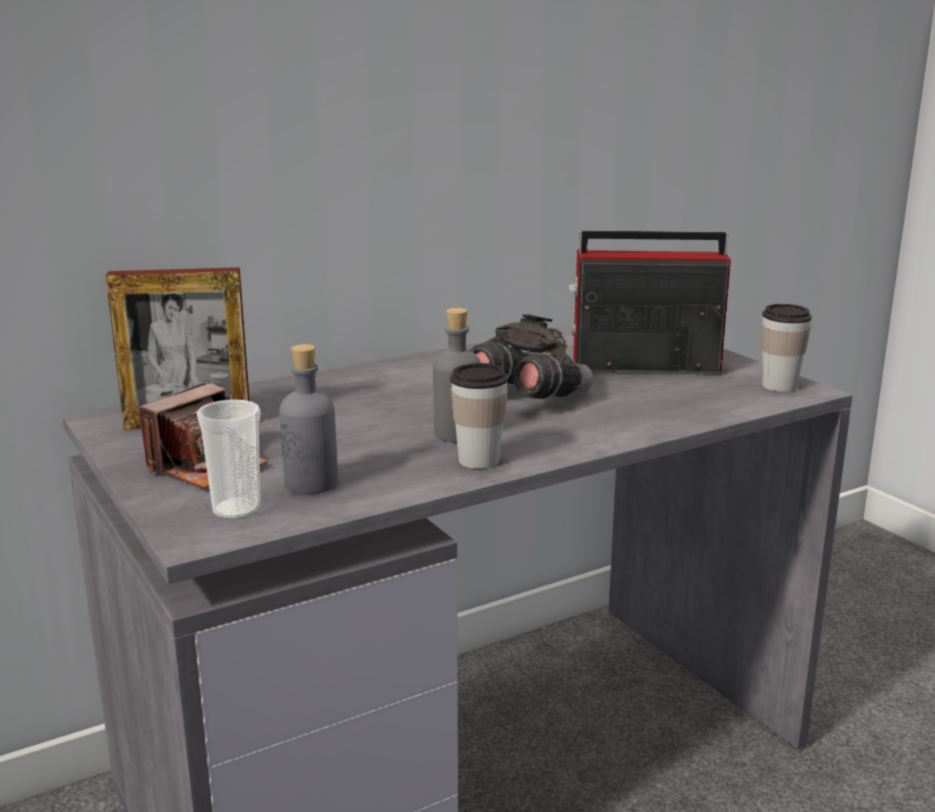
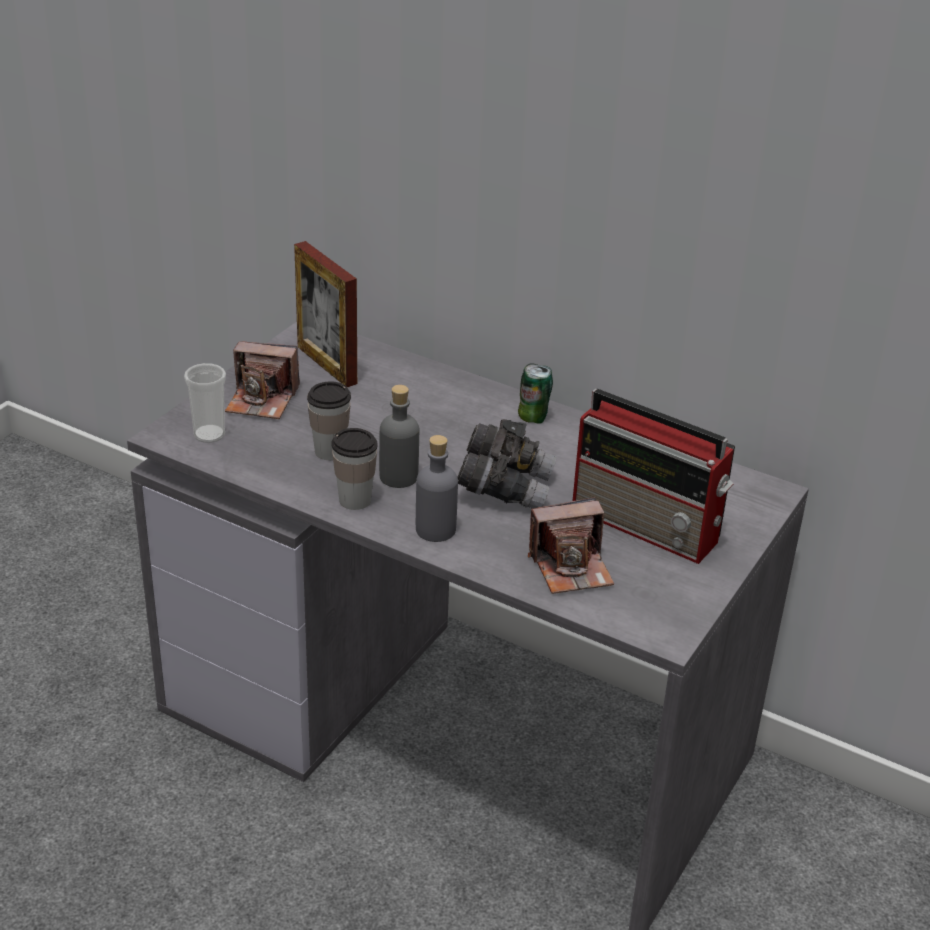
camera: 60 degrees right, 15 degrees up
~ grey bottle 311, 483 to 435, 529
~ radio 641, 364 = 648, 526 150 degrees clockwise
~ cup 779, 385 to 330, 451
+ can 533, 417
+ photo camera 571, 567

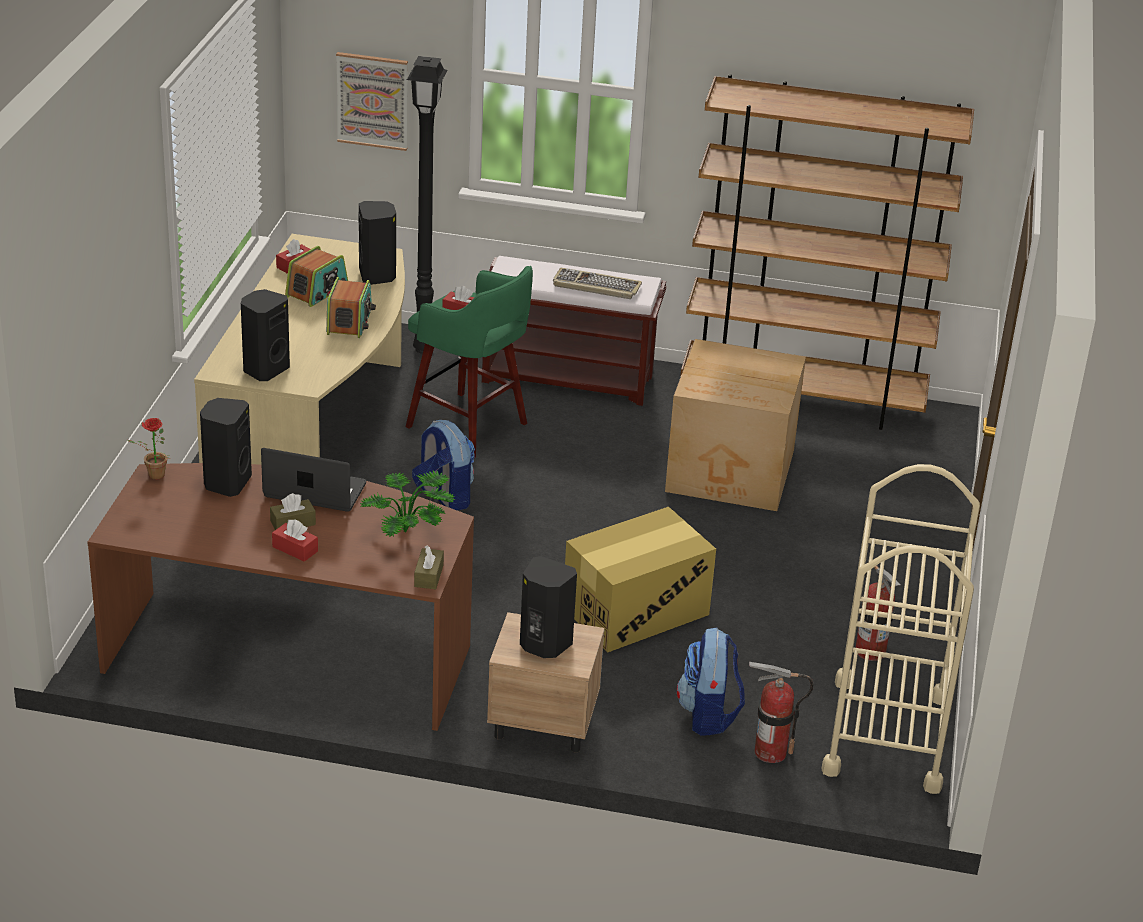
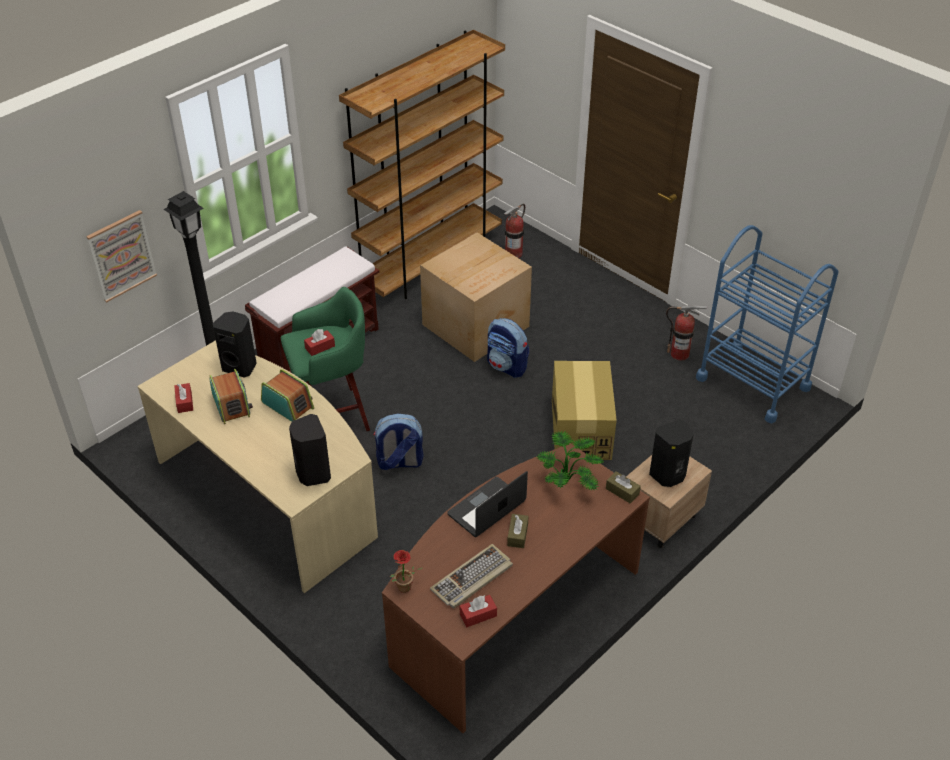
camera: 55 degrees left, 10 degrees up
- black speaker 226, 483
~ red tissue box 295, 549 to 478, 615
~ keyboard 595, 286 to 472, 579
~ backpack 708, 715 to 507, 366
~ fire extinguisher 770, 752 to 513, 254
~ beige cart 887, 734 to blue cart 753, 383

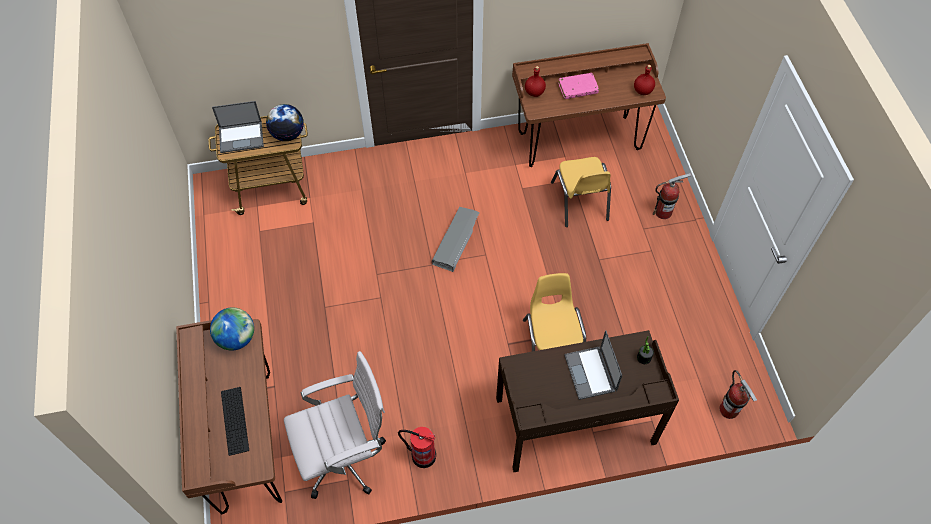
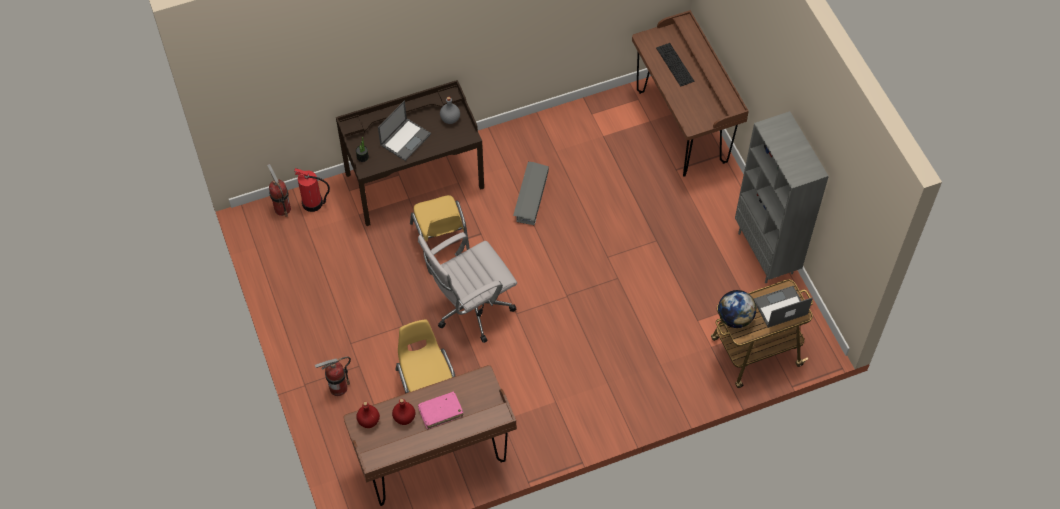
camera: 170 degrees right, 0 degrees up
- globe 237, 338
~ white office chair 346, 457 to 470, 310
~ fire extinguisher 423, 455 to 313, 203
~ grey storage box 456, 241 to 530, 196
~ red bottle 535, 92 to 404, 418
~ laptop 590, 373 = 405, 139 60 degrees clockwise
+ grey bottle 450, 119
+ grey bookcase 766, 253

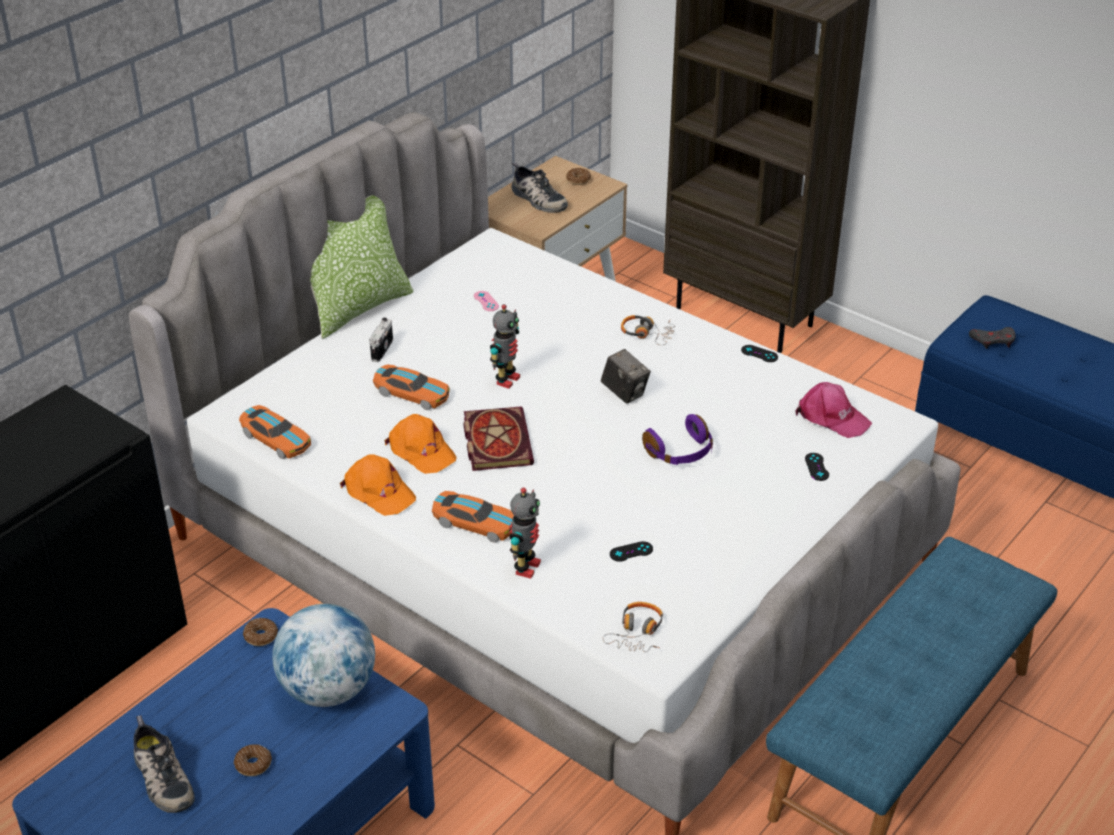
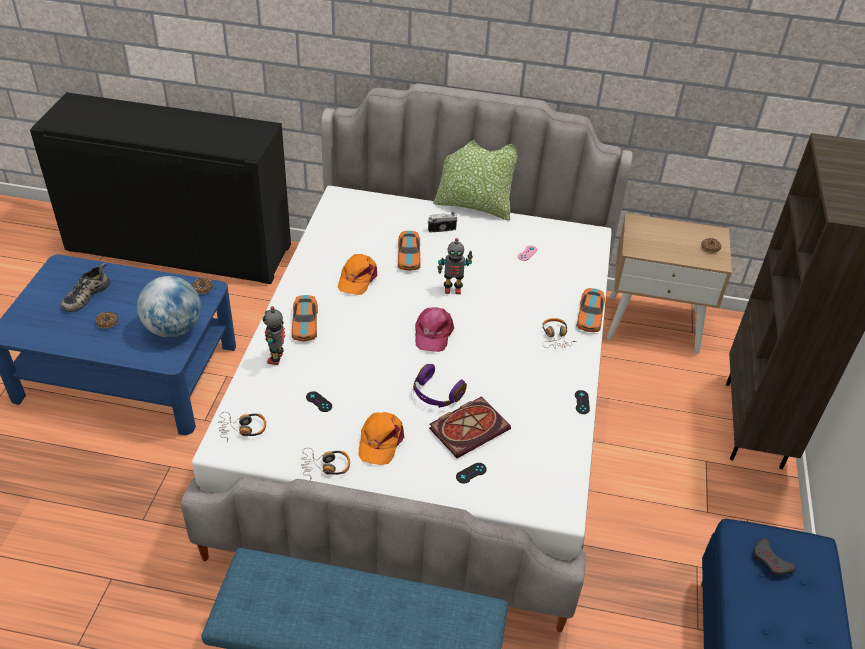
camera: 60 degrees right, 5 degrees up
~ toy car 276, 439 to 590, 315
~ orange cap 378, 492 to 380, 441
~ book 495, 440 to 470, 427
~ toy robot 525, 567 = 277, 358 105 degrees clockwise
- shoe 537, 199
- photo camera 624, 393
~ pink cap 832, 417 to 433, 333
+ headphones 325, 466

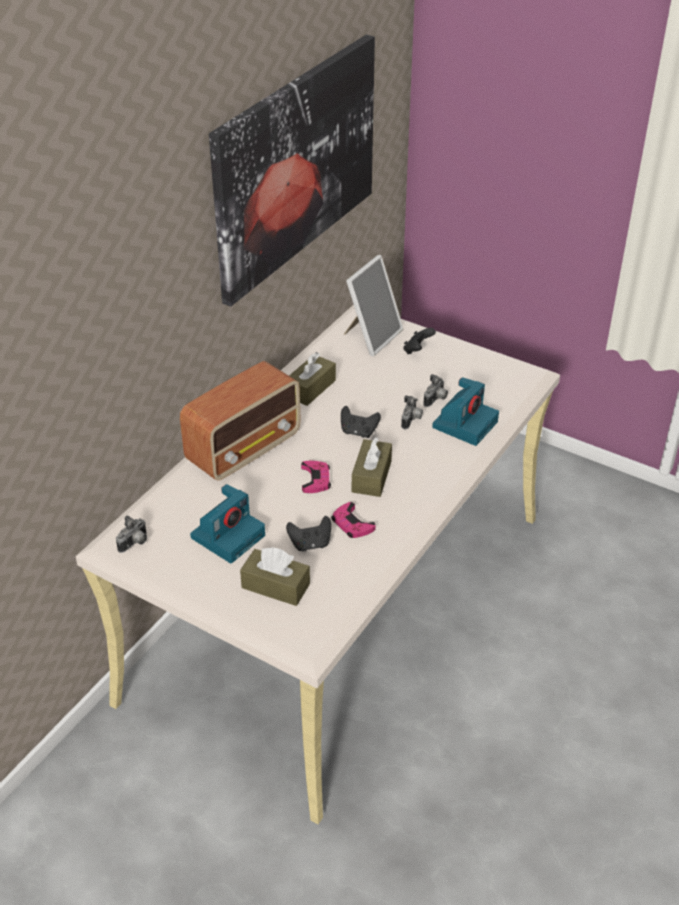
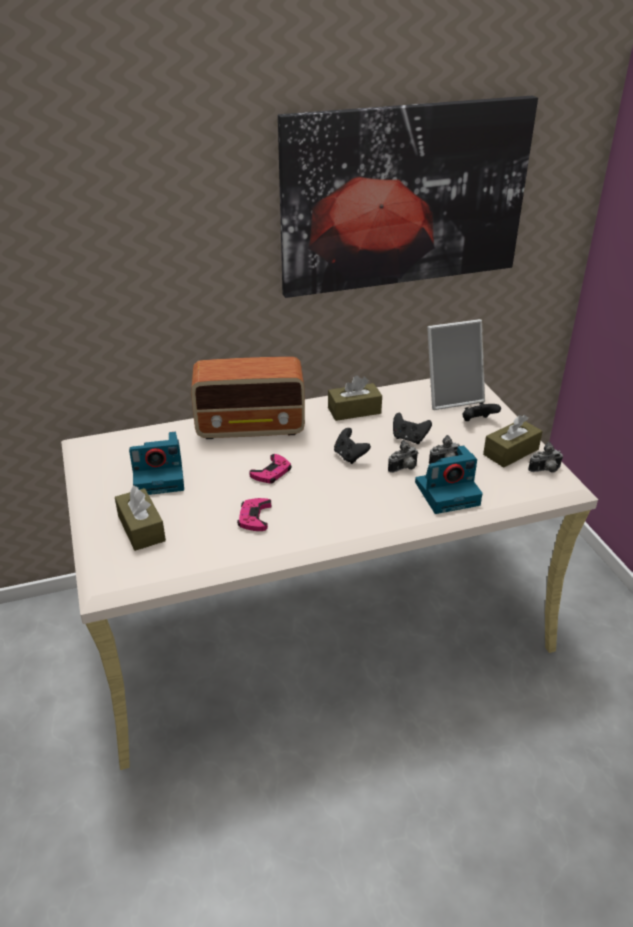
camera: 40 degrees right, 5 degrees down
~ photo camera 135, 543 to 545, 470
~ black game controller 310, 544 to 409, 438
~ brown tissue box 371, 476 to 511, 452

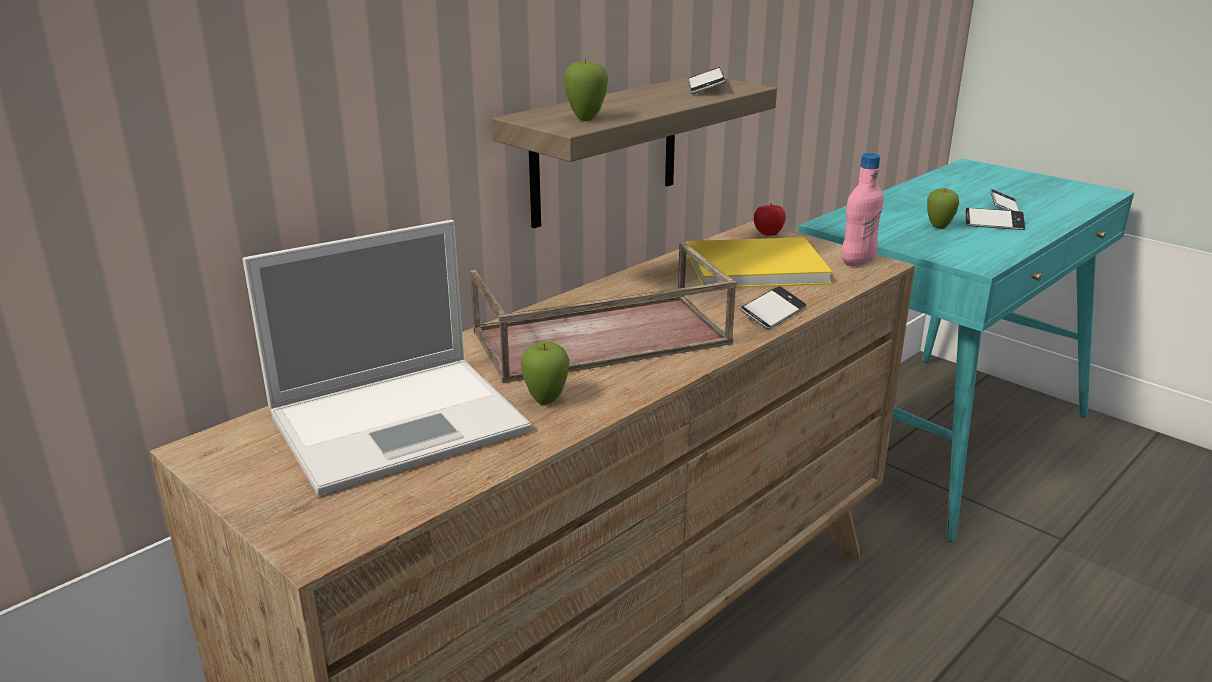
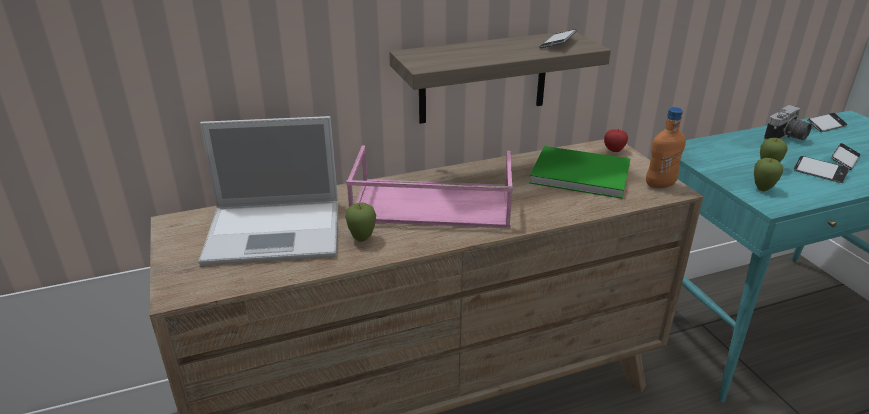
camera: 25 degrees right, 5 degrees up
~ brown tray 599, 339 to pink tray 430, 205
~ apple 586, 119 to 762, 189
~ yellow book 750, 266 to green book 577, 173
~ phone 773, 314 to 826, 126
~ pink bottle 857, 261 to orange bottle 660, 185
+ photo camera 786, 138

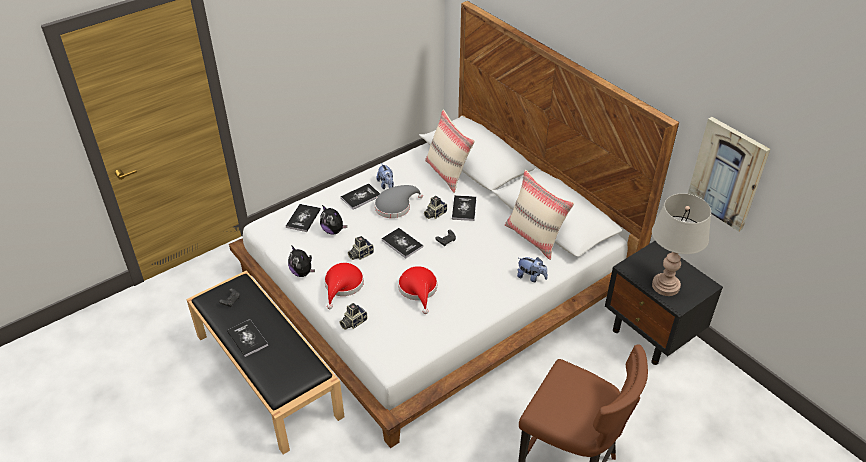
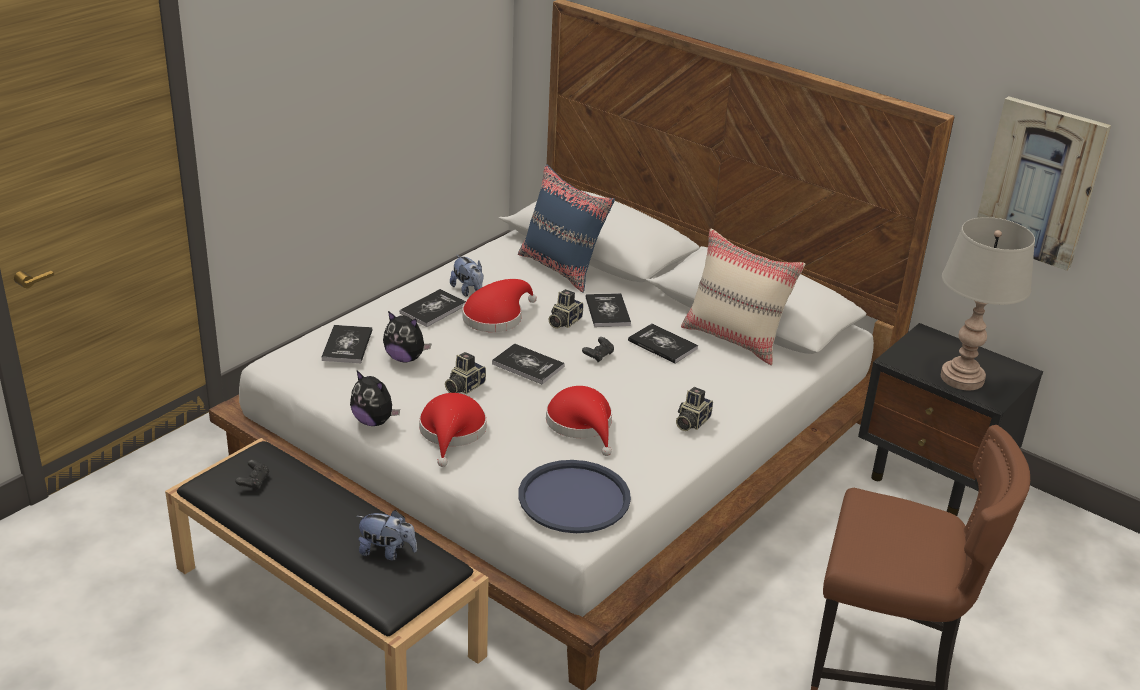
camera: 15 degrees left, 10 degrees down
~ book 247, 338 to 662, 345
~ photo camera 353, 322 to 691, 422
~ grey hat 395, 206 to red hat 496, 317
~ beige pillow 448, 173 to blue pillow 562, 268
~ plush toy 531, 277 to 387, 552
+ blue tray 574, 498

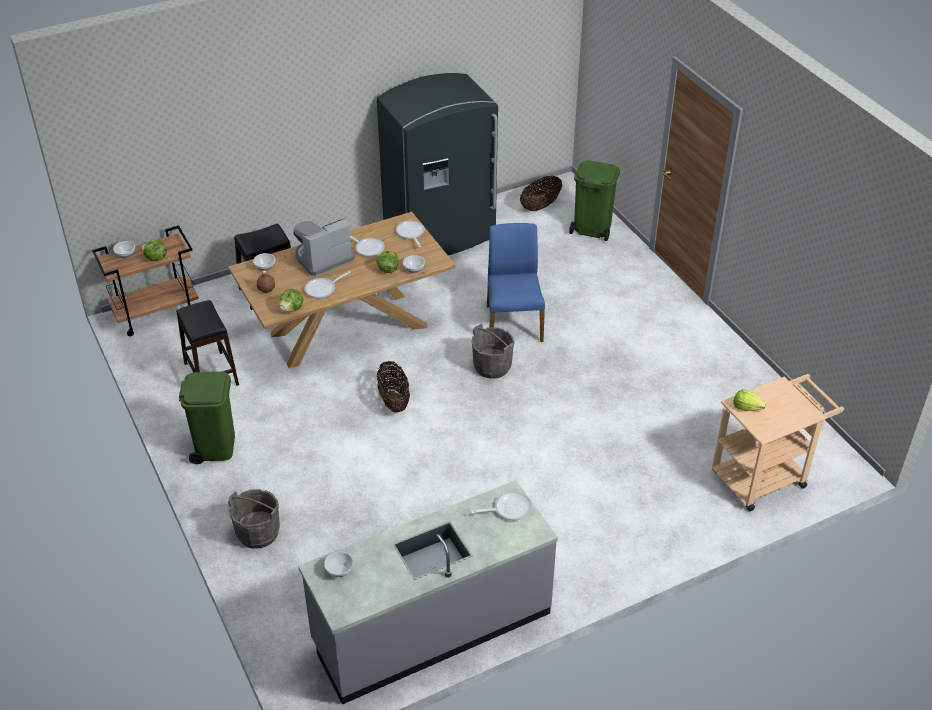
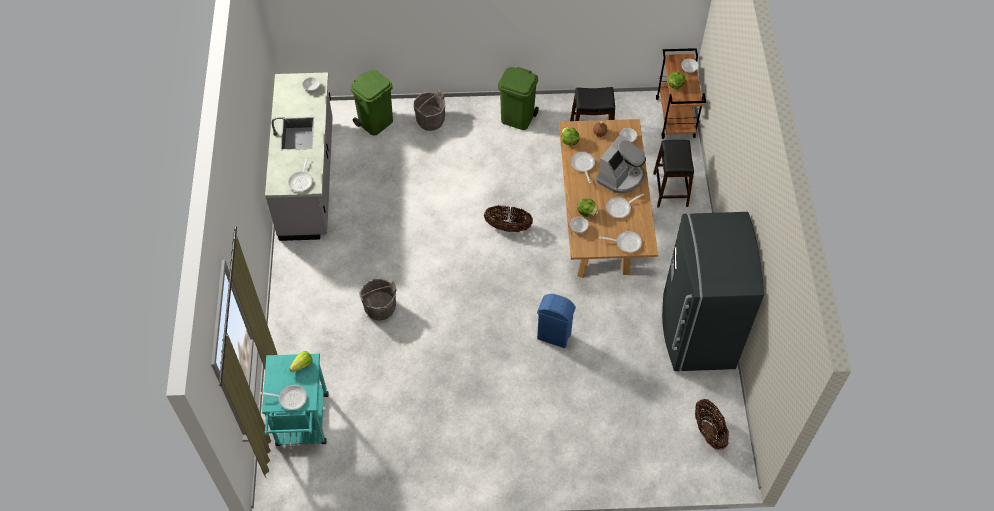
camera: 115 degrees right, 15 degrees up
~ coffee machine 323, 258 = 621, 176 45 degrees clockwise
~ grey bucket 492, 366 to 380, 308
~ blue chair 513, 322 to blue trash can 554, 337
~ green trash can 591, 228 to 376, 122
~ beige cart 765, 475 to turquoise cart 302, 425
+ frying pan 290, 398

